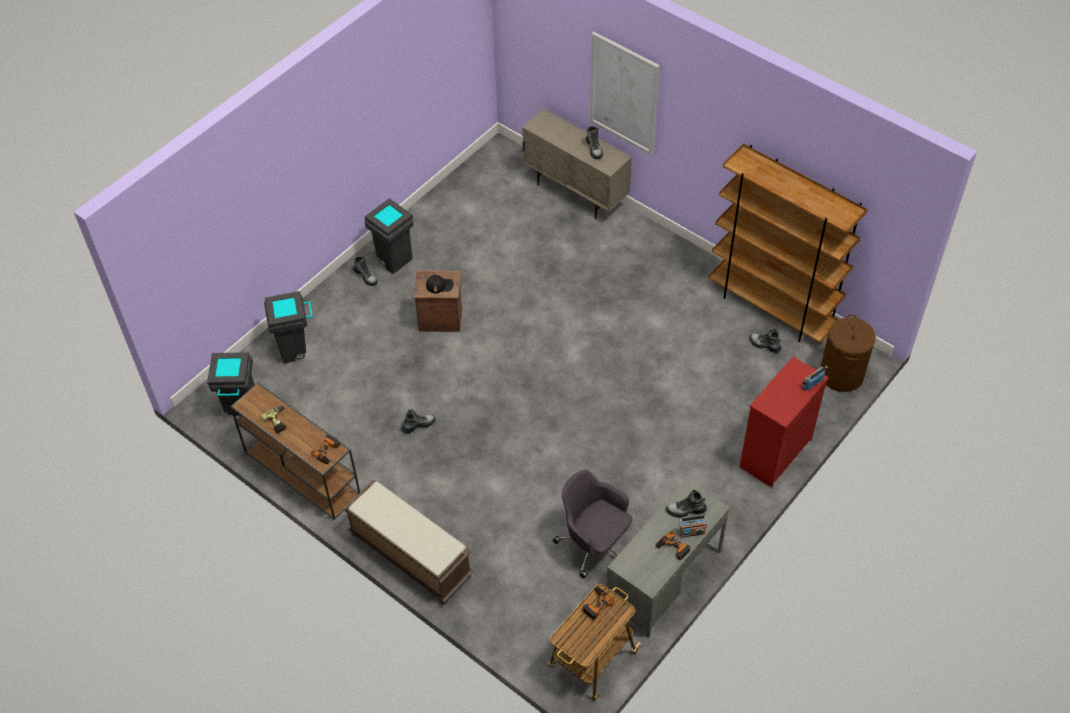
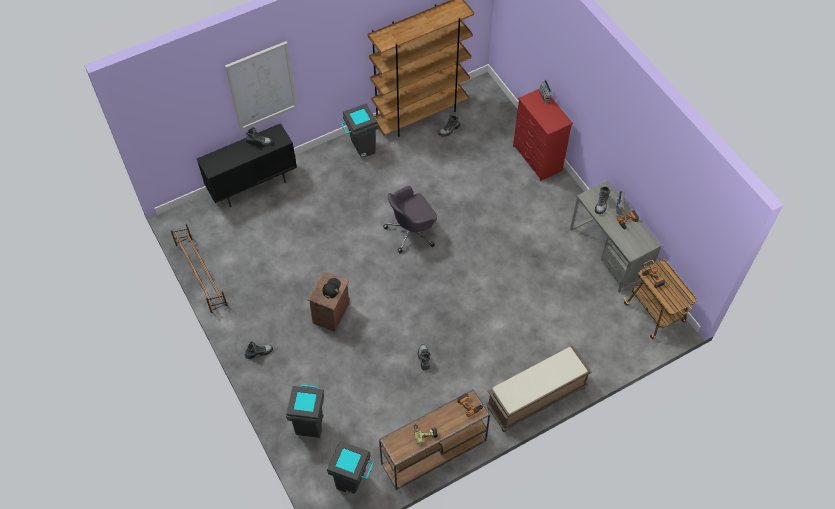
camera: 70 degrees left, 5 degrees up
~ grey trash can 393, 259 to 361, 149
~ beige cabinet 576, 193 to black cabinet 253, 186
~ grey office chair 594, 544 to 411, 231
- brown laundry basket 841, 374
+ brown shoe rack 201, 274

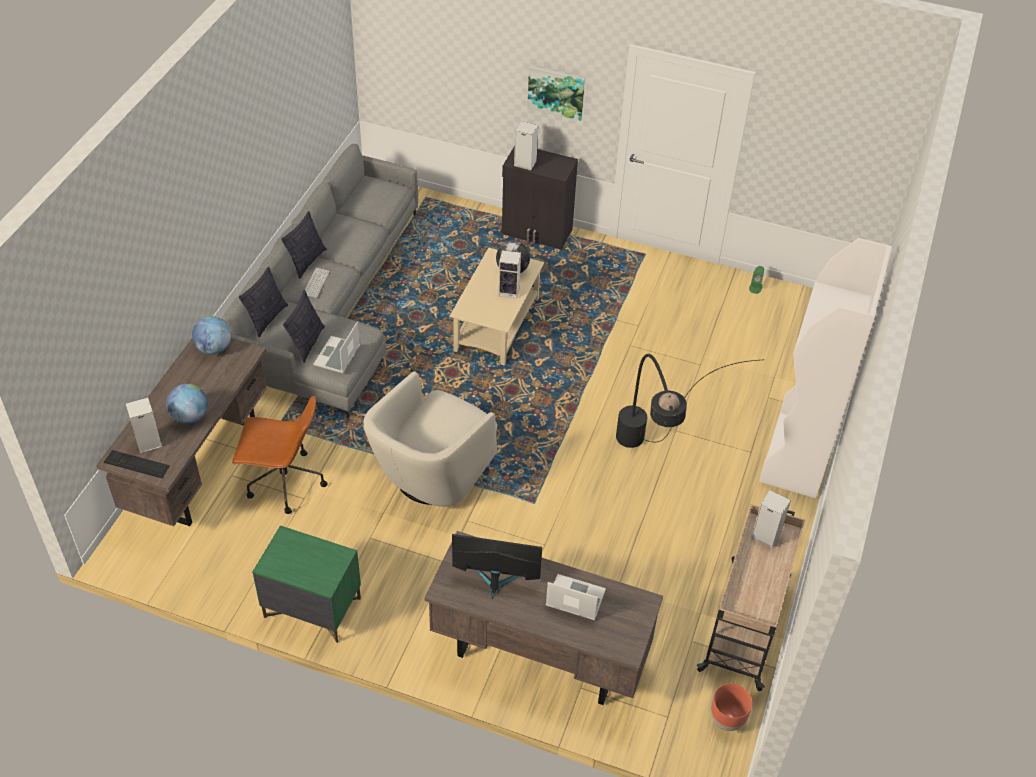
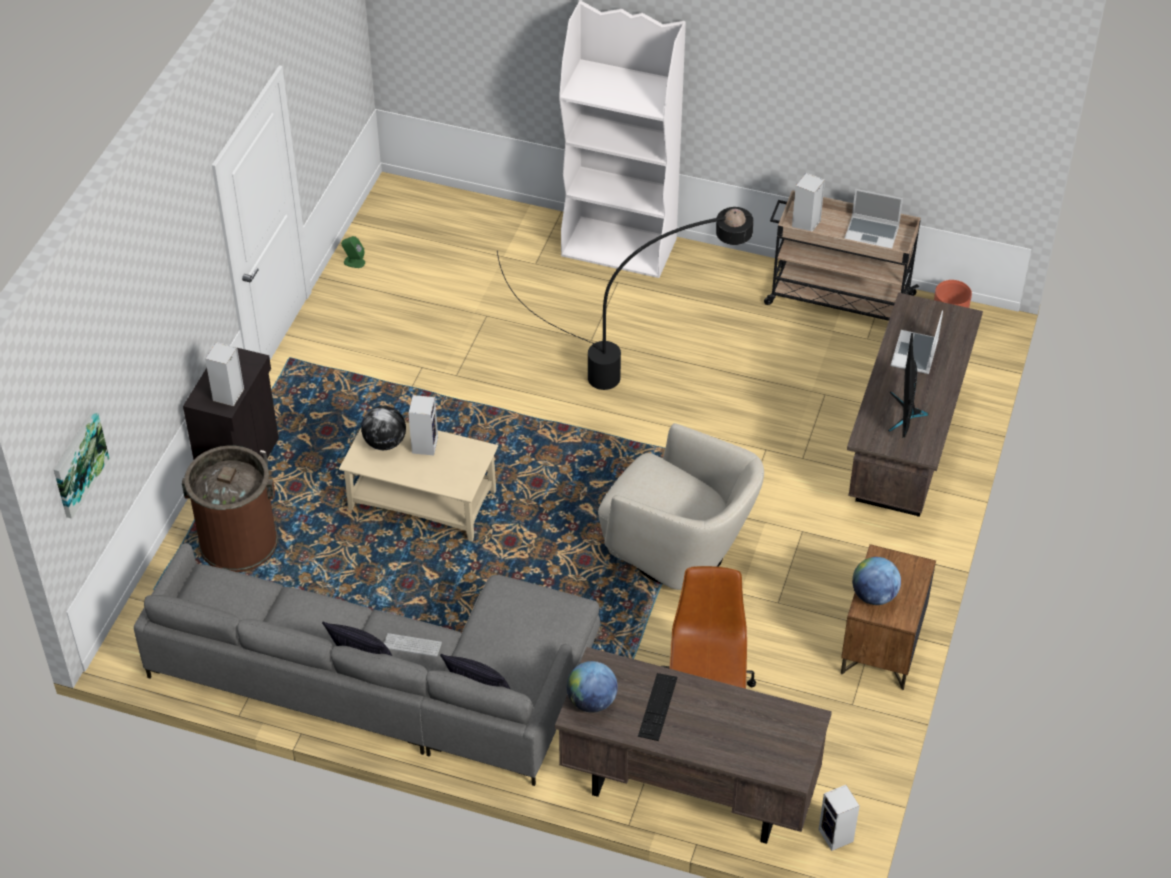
camera: 90 degrees left, 0 degrees up
~ keyboard 137, 464 to 657, 706
~ speaker 148, 443 to 837, 836
~ globe 190, 416 to 874, 595
~ green nightstand 311, 607 to brown nightstand 882, 647
- pillow 307, 343
~ laptop 337, 356 to 872, 233
~ picture 556, 92 to 78, 463
+ brown trash can 238, 542

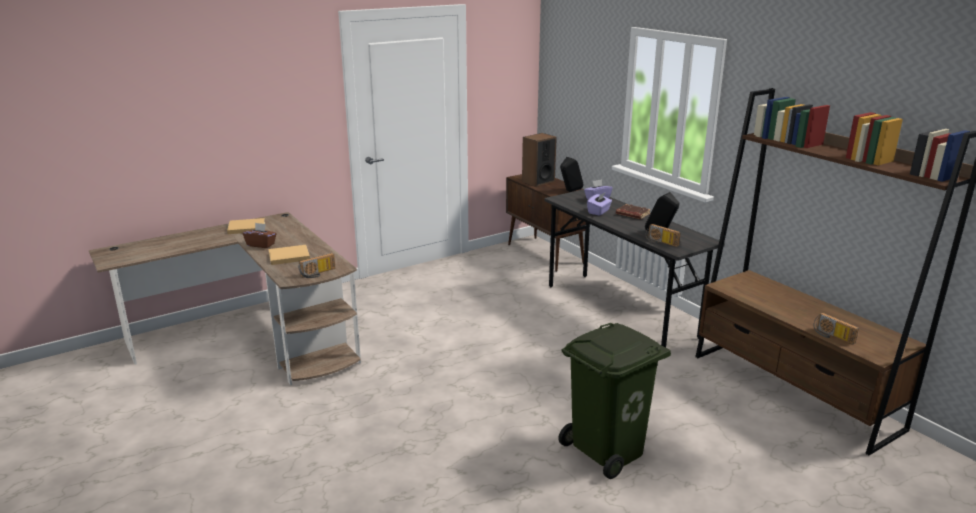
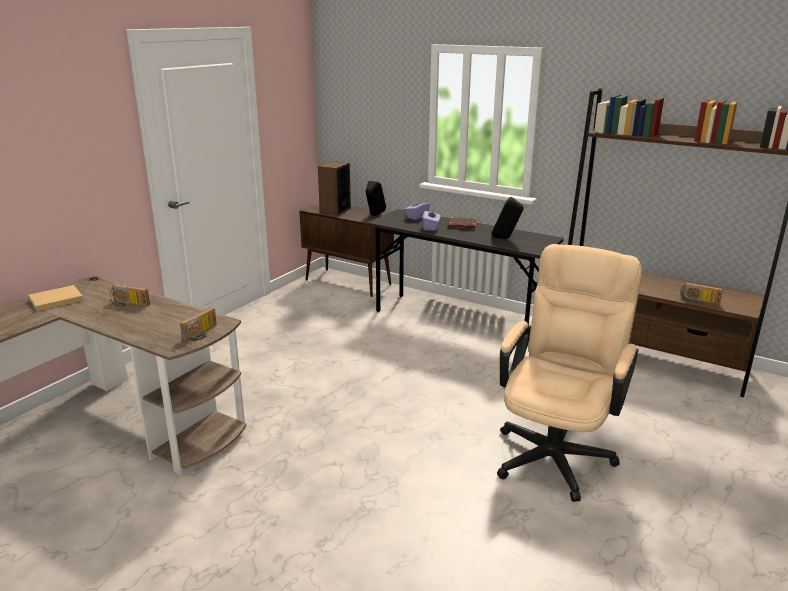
camera: 25 degrees left, 0 degrees up
- brown tissue box 261, 245
- beige book 287, 256
~ green trash can 608, 451 to beige office chair 556, 451
~ radio 660, 242 to 128, 304

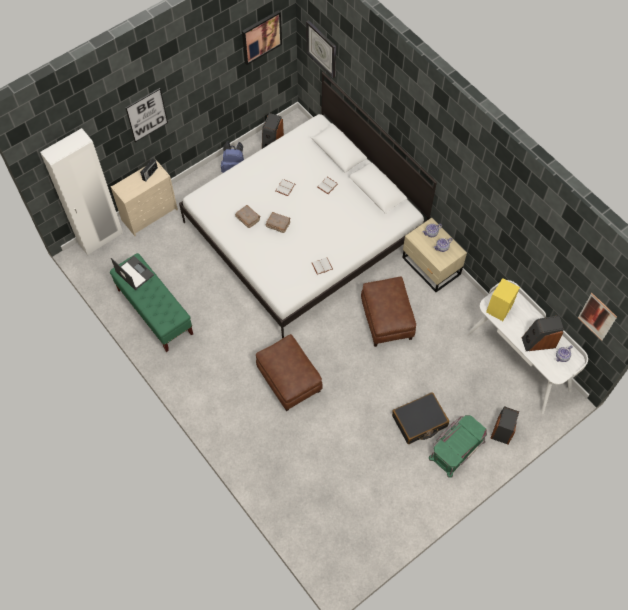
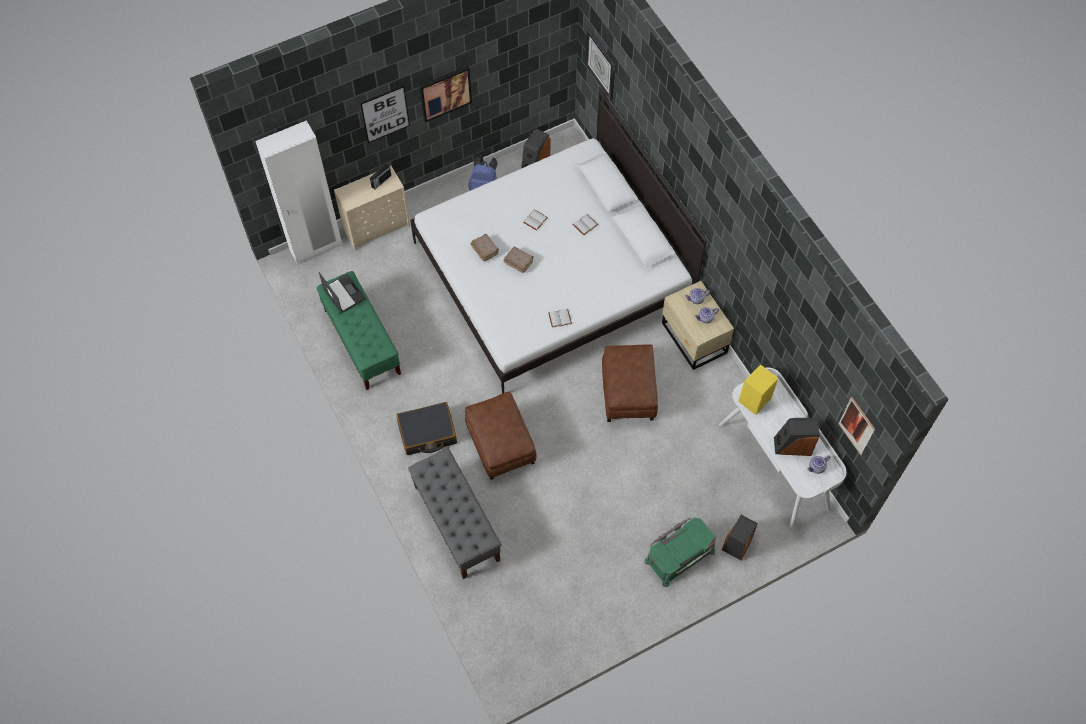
camera: 10 degrees right, 0 degrees up
~ picture 261, 36 to 445, 93
~ black suitcase 419, 421 to 427, 433
+ grey bench 456, 522

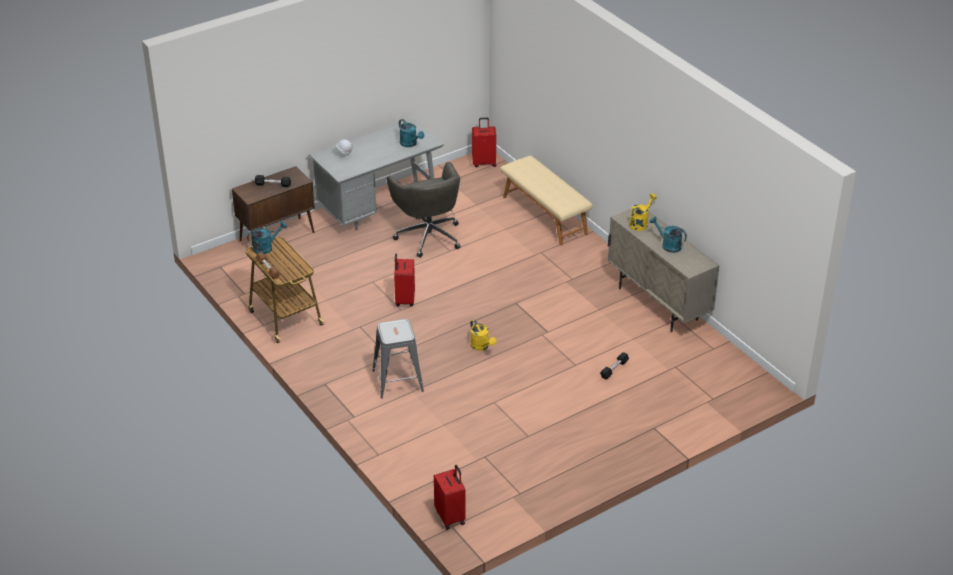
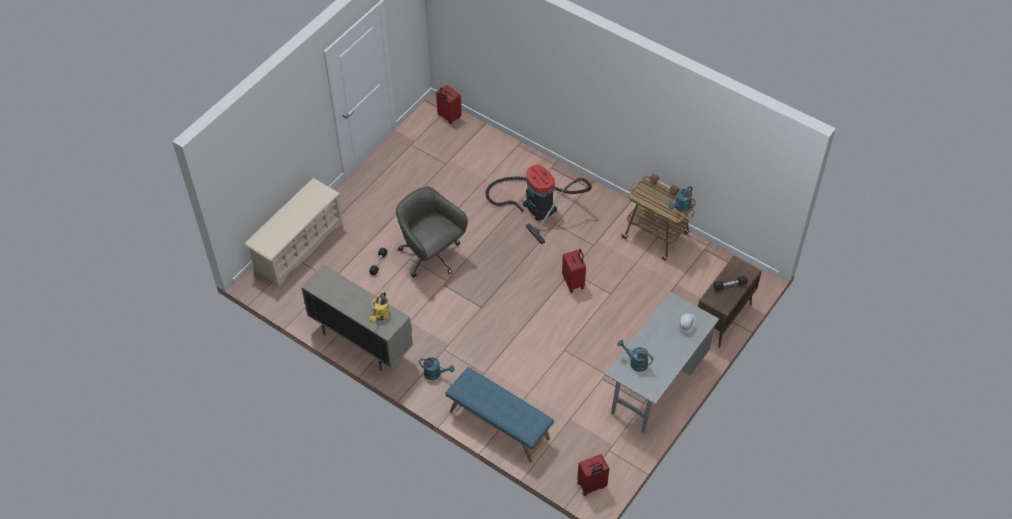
camera: 160 degrees right, 15 degrees up
~ grey stool 398, 381 to vacuum cleaner 536, 205
~ grey office chair 428, 235 to 431, 256
- yellow watering can 481, 347
~ beige bench 545, 215 to blue bench 499, 425
~ turquoise watering can 668, 245 to 435, 374
+ beige shoe rack 298, 246

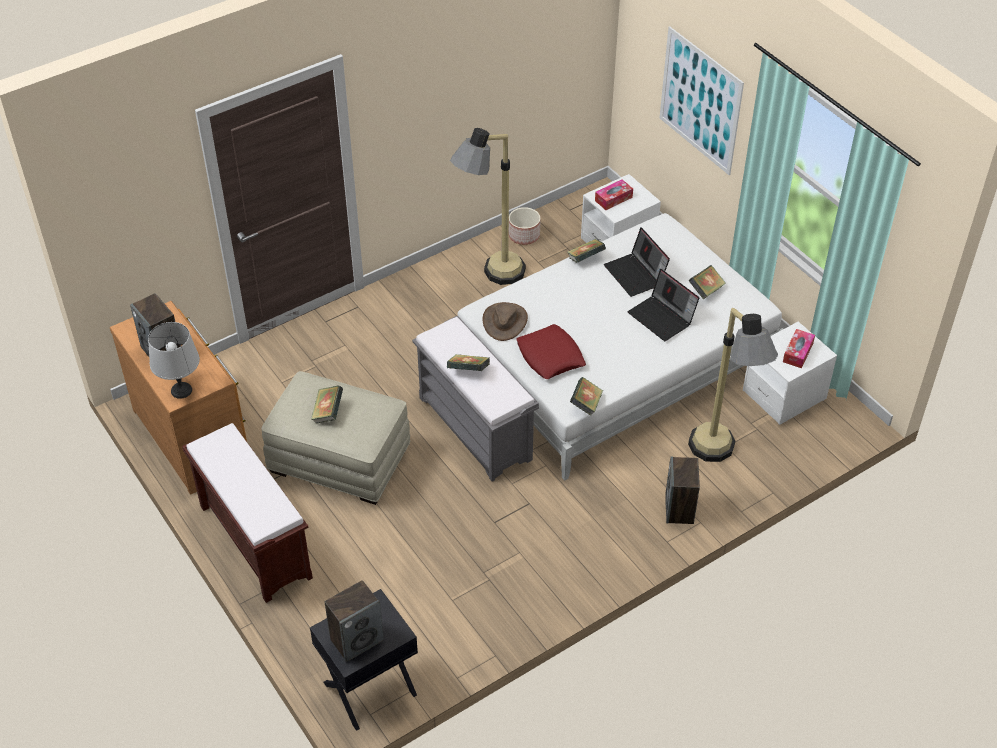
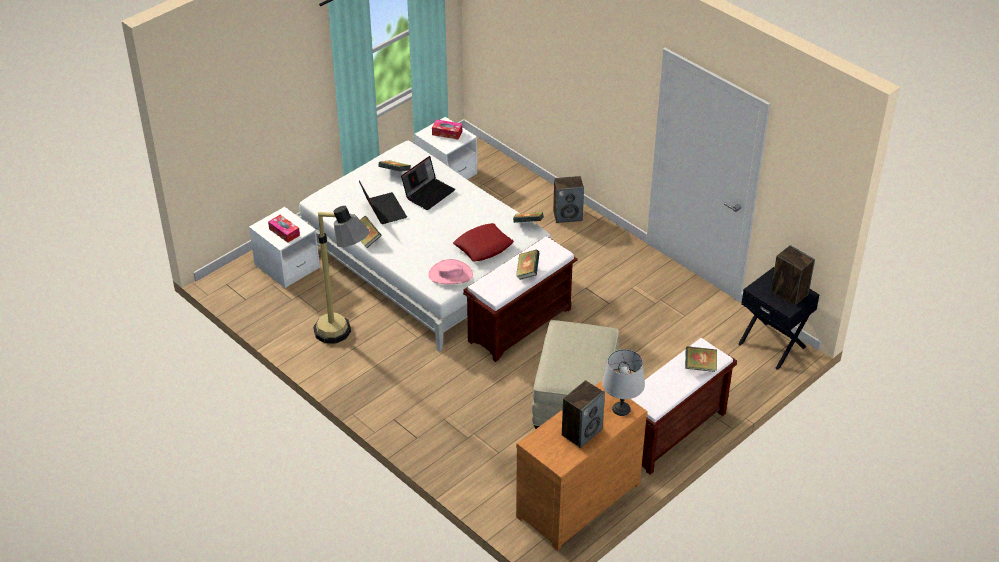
camera: 100 degrees left, 5 degrees down
~ book 328, 412 to 700, 366
~ grey bench 476, 429 to brown bench 520, 324
~ brown hat 504, 321 to pink hat 450, 275
- planter 524, 235
~ laptop 636, 275 = 382, 209 75 degrees counterclockwise
- picture 700, 101
- floor lamp 719, 460

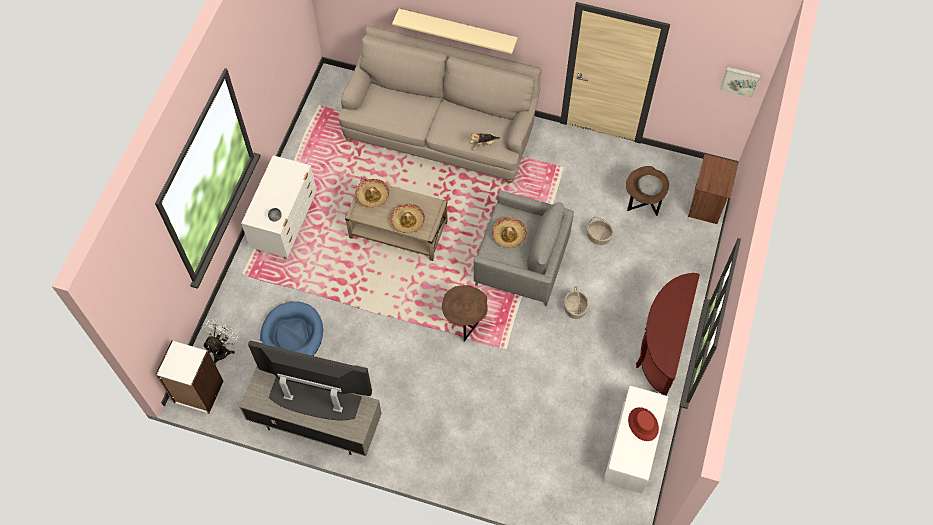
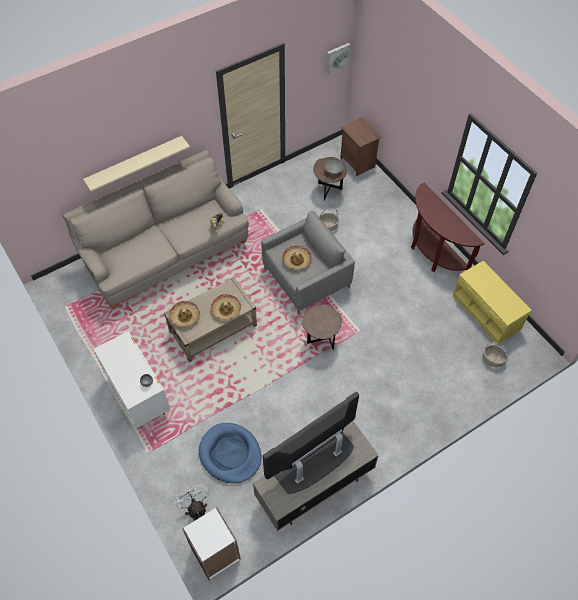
camera: 50 degrees left, 5 degrees down
~ basket 575, 308 to 493, 359
~ white bench 633, 448 to yellow bench 487, 312
- red hat 643, 424

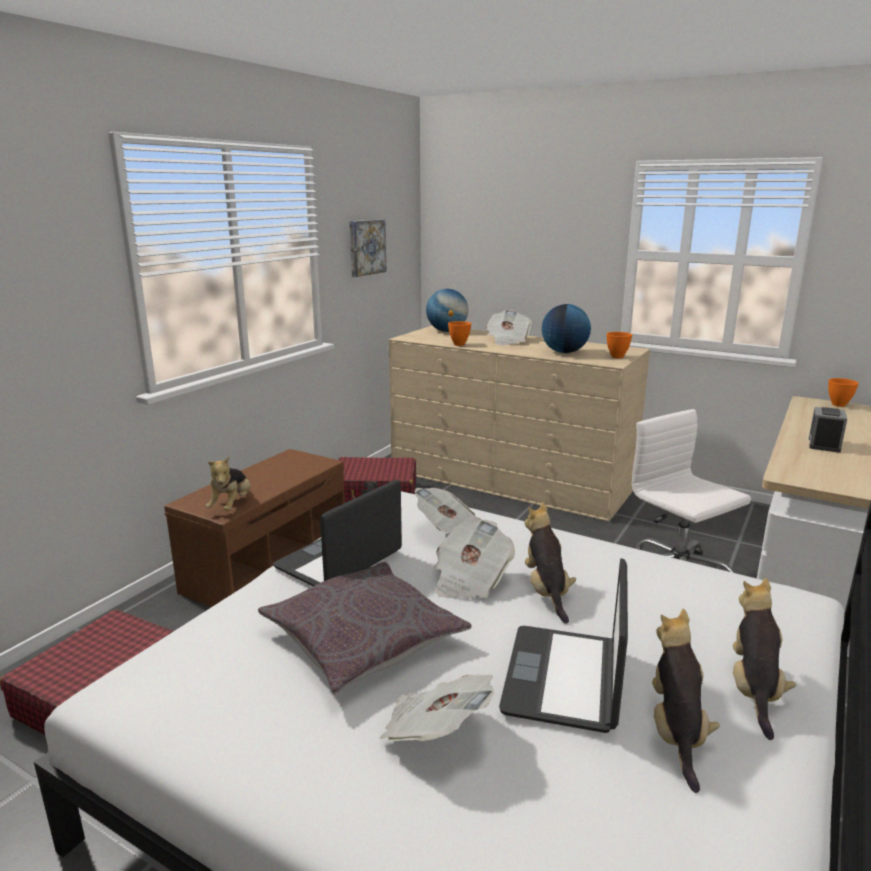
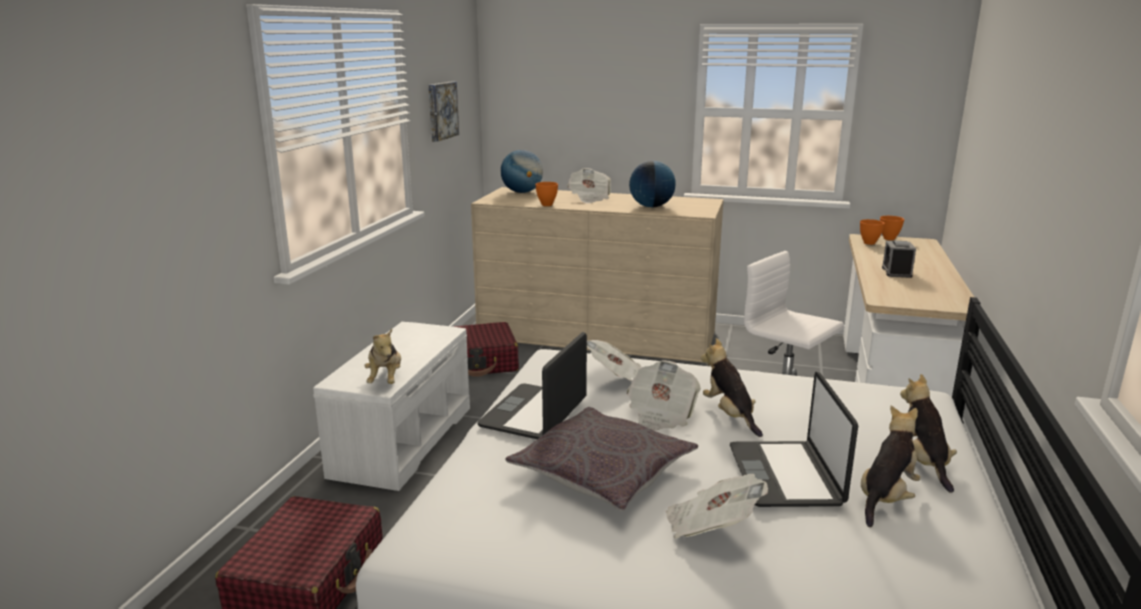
camera: 15 degrees left, 0 degrees up
~ brown bench 267, 564 to white bench 402, 439
~ orange bowl 617, 357 to 870, 243
~ plush toy 676, 731 = 886, 498 45 degrees clockwise

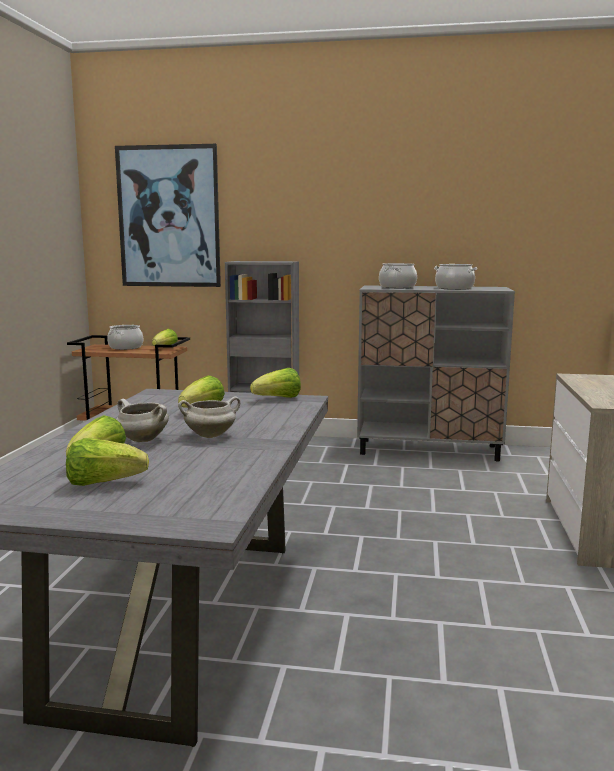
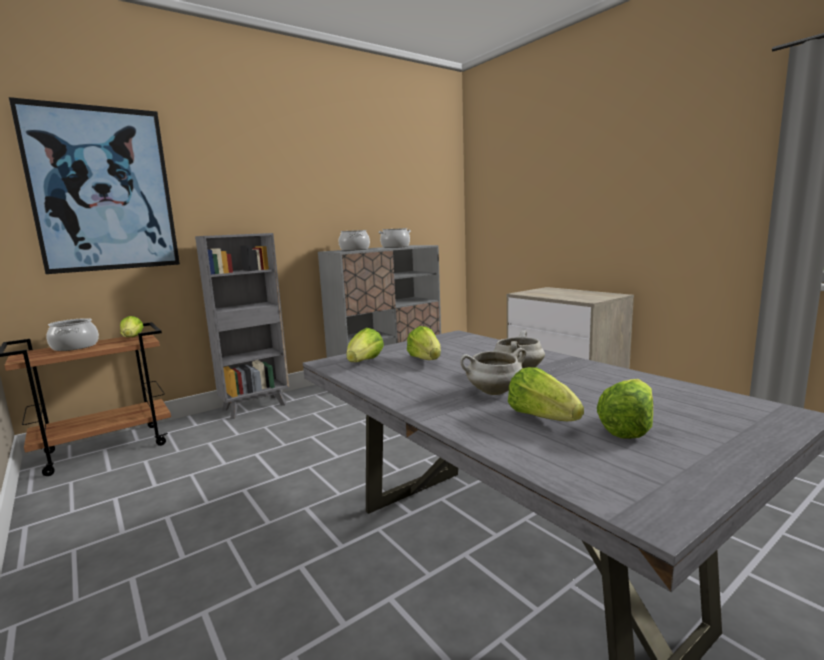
camera: 45 degrees left, 0 degrees up
~ lettuce 278, 399 to 365, 362

